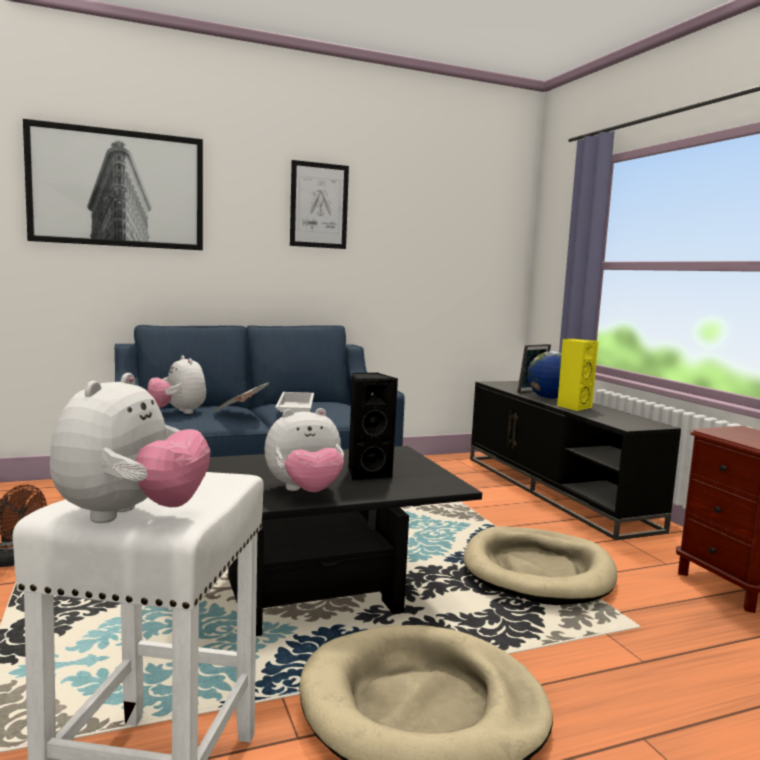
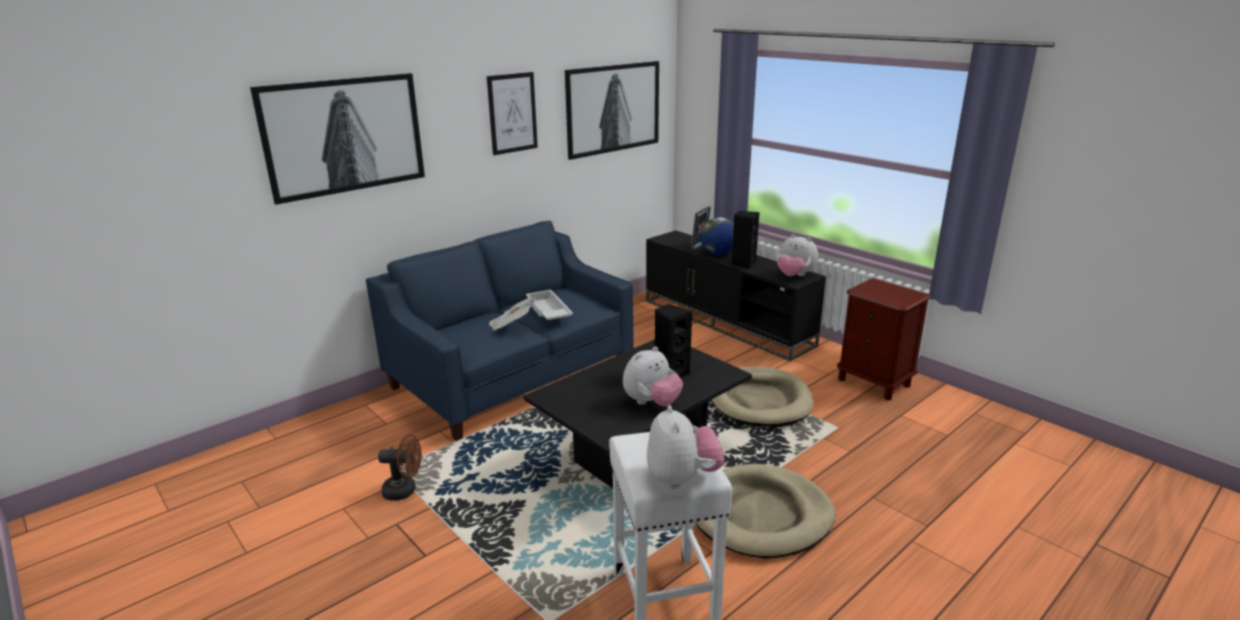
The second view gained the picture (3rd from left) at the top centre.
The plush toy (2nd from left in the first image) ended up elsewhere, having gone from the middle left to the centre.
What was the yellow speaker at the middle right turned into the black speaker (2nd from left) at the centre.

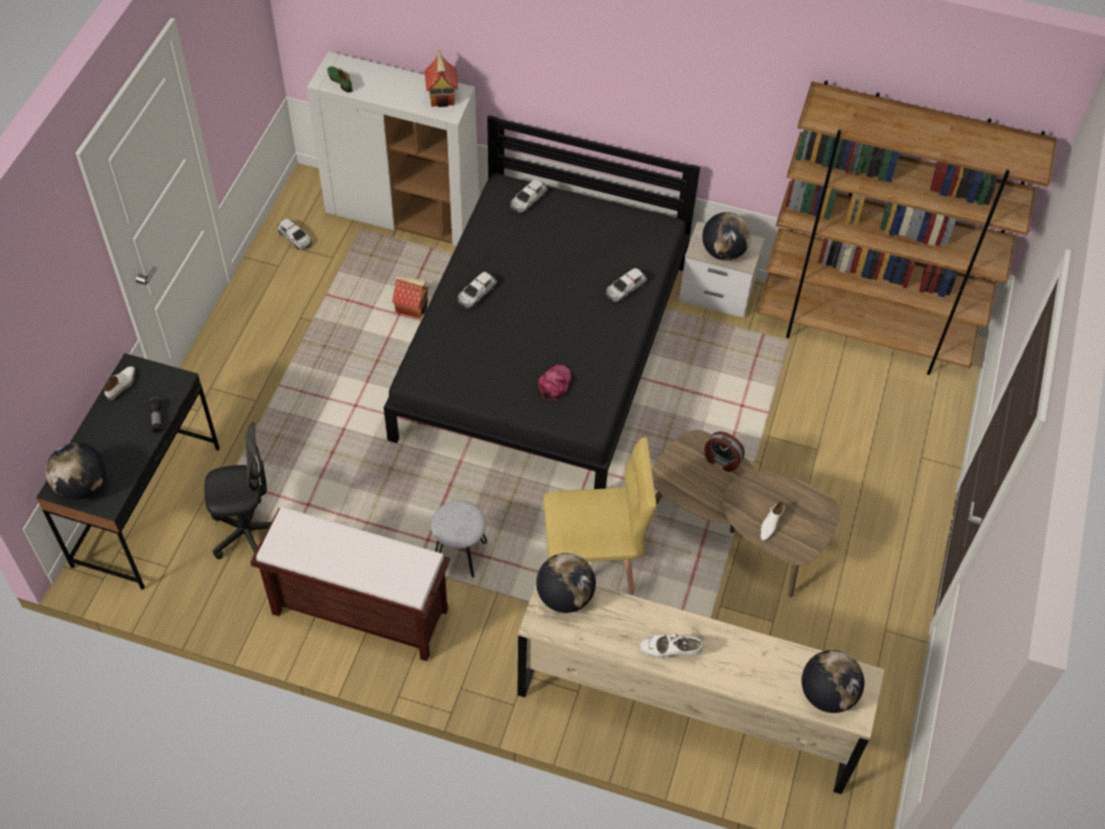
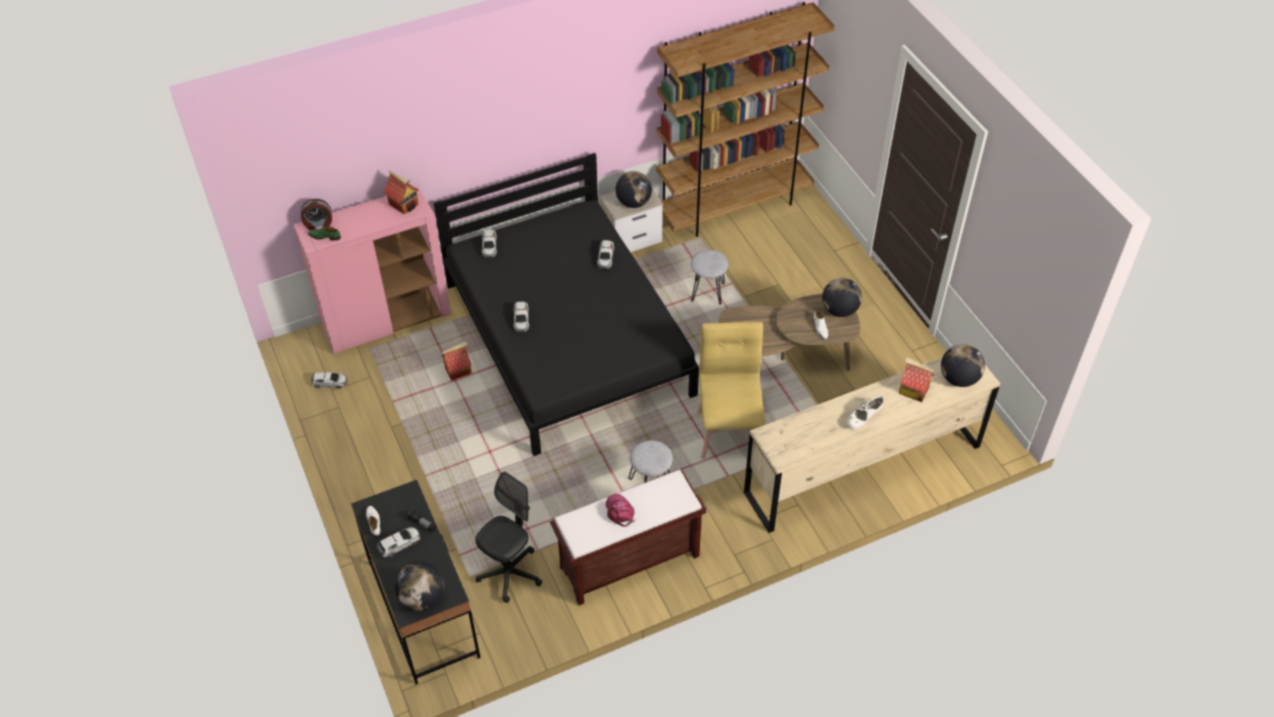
The second view gained the toy car (2nd from left) at the bottom left.
The second view gained the grey stool (2nd from left) at the centre.
The second view gained the toy house (3rd from left) at the middle right.
The globe (2nd from left in the first image) ended up elsewhere, having gone from the bottom centre to the centre.
The pink cap ended up elsewhere, having gone from the centre to the bottom centre.
The alarm clock ended up elsewhere, having gone from the centre to the top left.
What was the white cabinet at the top centre turned into the pink cabinet at the middle left.
The yellow chair at the centre ended up facing another way, 45 degrees counterclockwise from before.

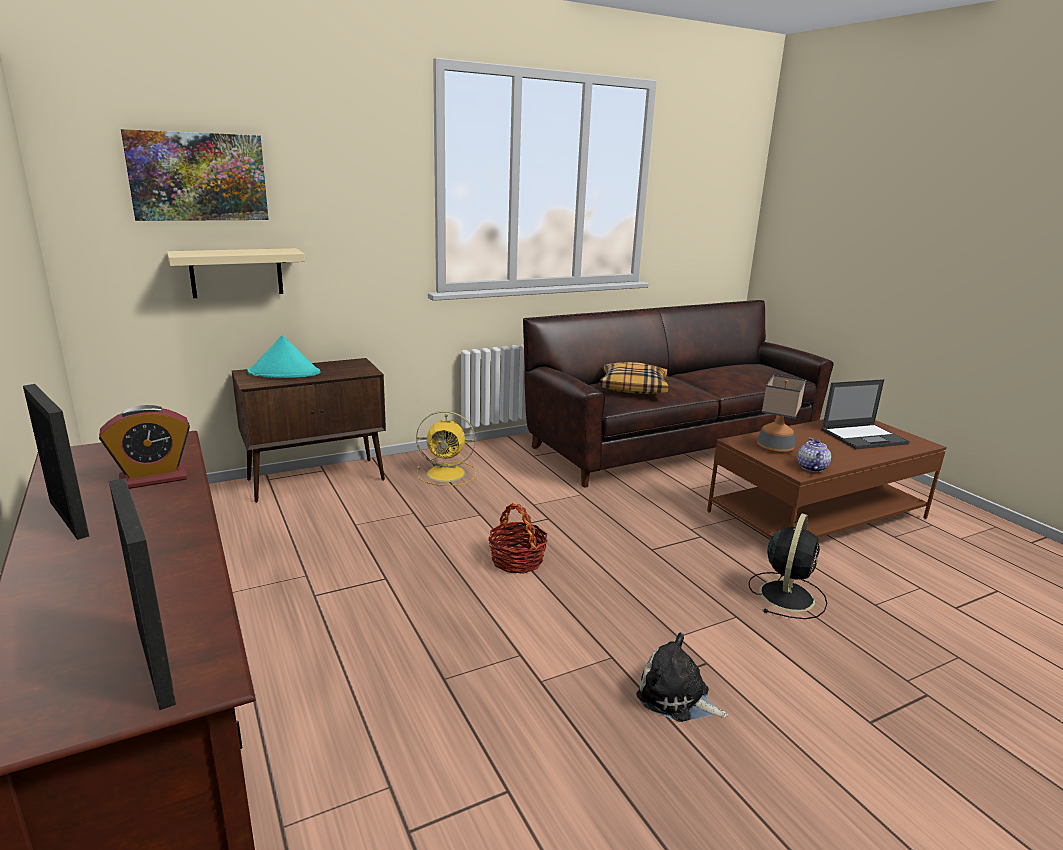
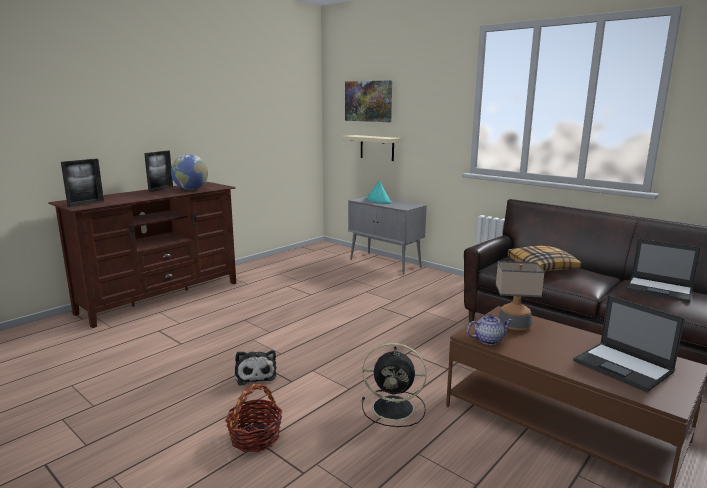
The second view lost the yellow fan at the centre.
The second view gained the laptop (2nd from left) at the middle right.
The basket ended up elsewhere, having gone from the centre to the bottom centre.
Where the alarm clock stood at the middle left, the globe came to stand at the middle left.
What was the brown cabinet at the middle left turned into the grey cabinet at the centre.
The plush toy at the bottom centre ended up facing another way, 150 degrees clockwise from before.

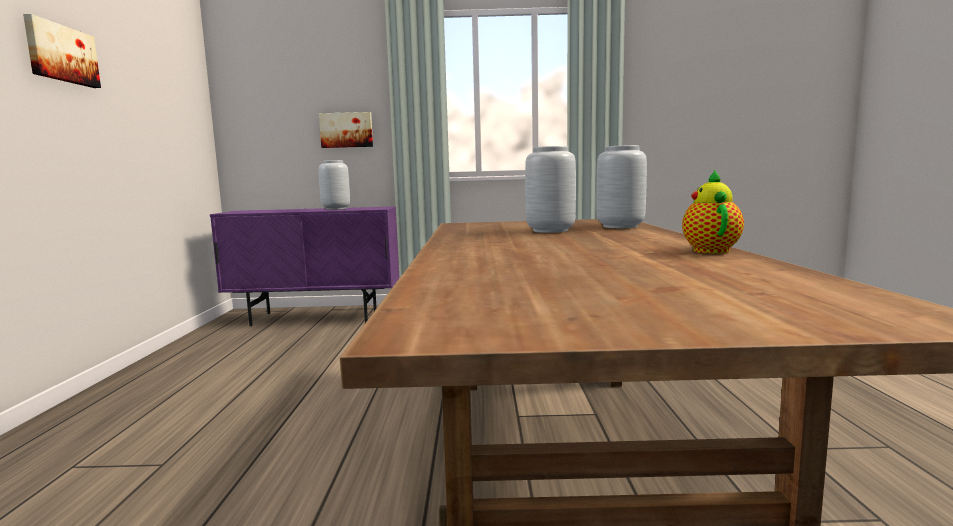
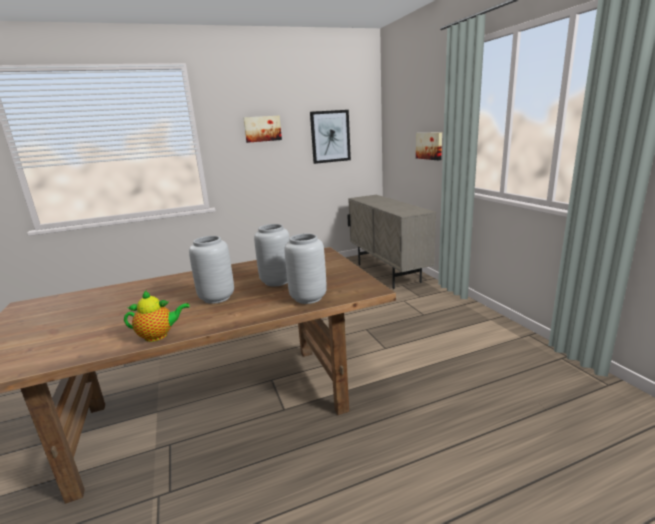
The second view gained the picture (2nd from left) at the top centre.
The grey vase (1st from left) ended up elsewhere, having gone from the centre to the middle left.
What was the purple cabinet at the middle left turned into the beige cabinet at the centre.

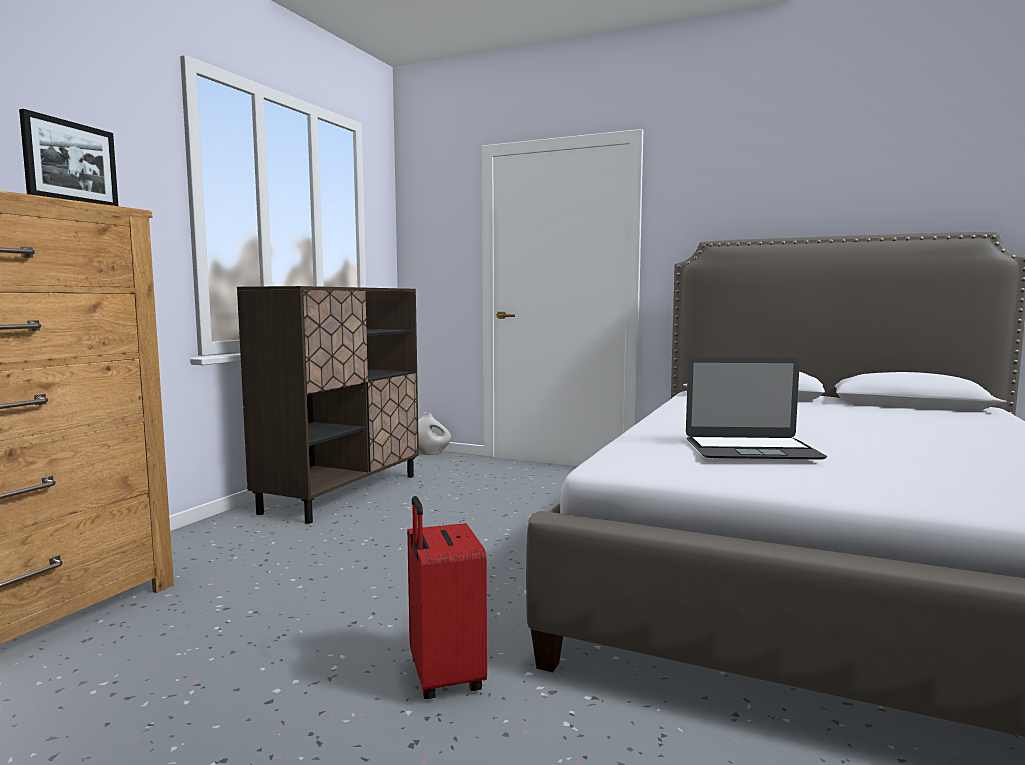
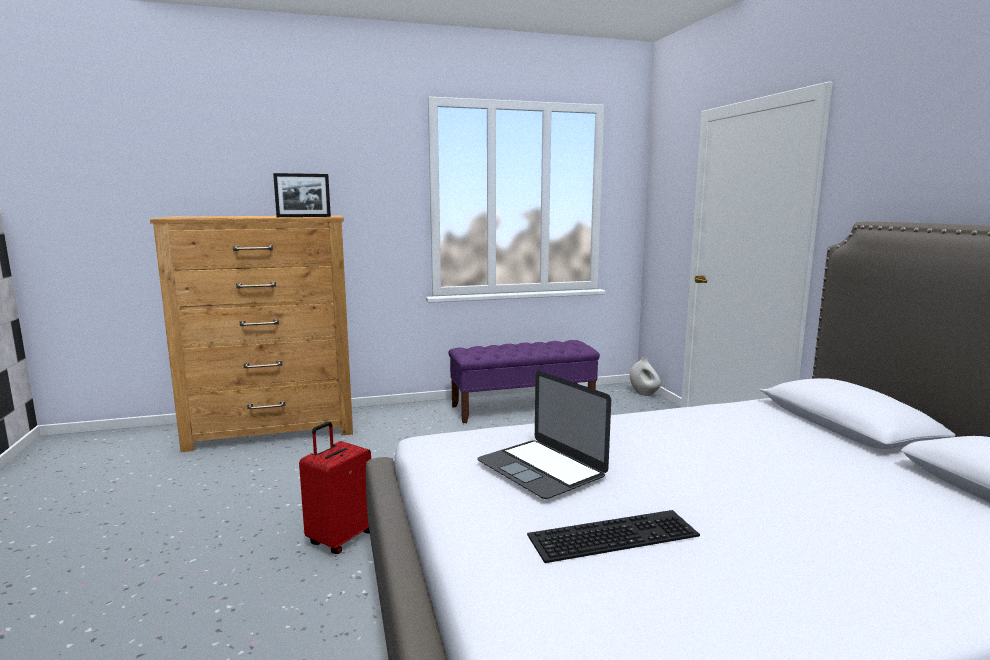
The second view gained the keyboard at the bottom centre.
Where the brown cabinet stood at the middle left, the purple bench came to stand at the centre.

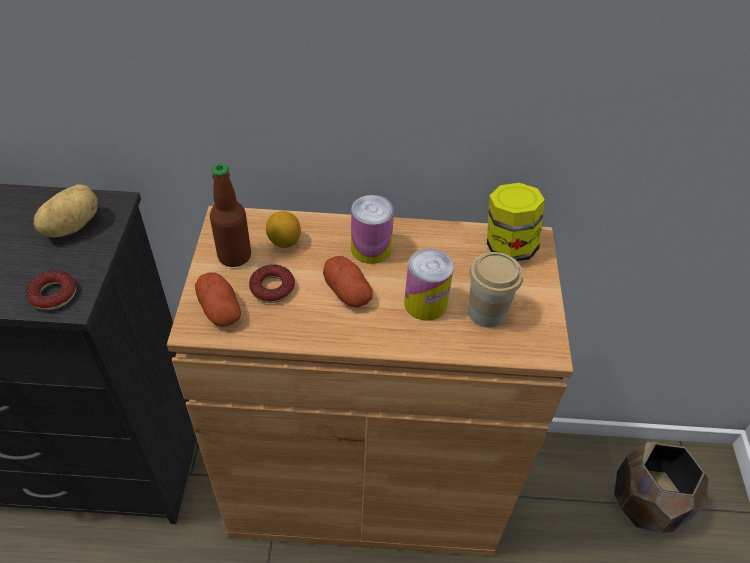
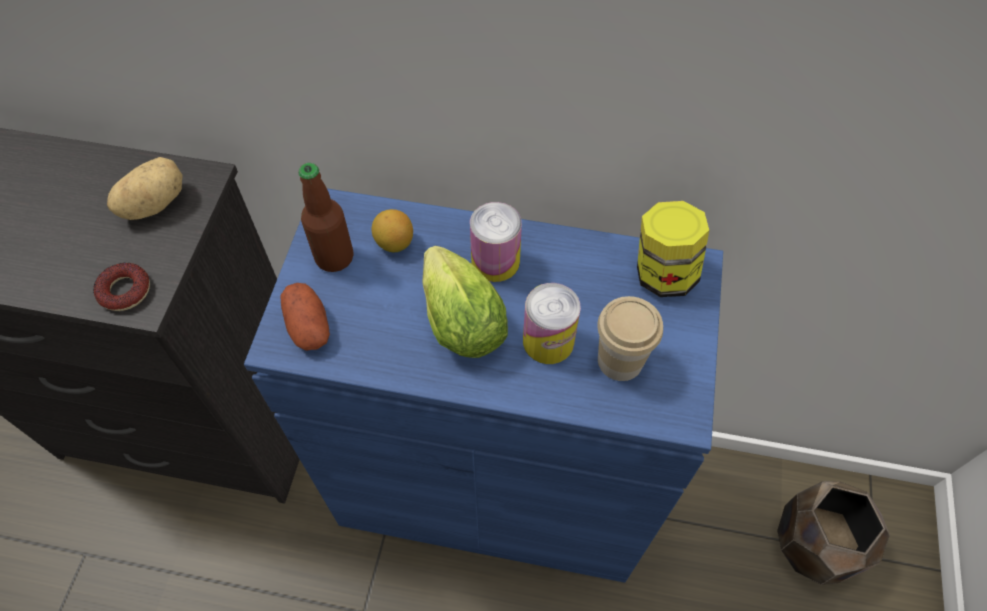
The second view lost the donut (2nd from left) at the centre.
Where the potato (3rd from left) stood at the centre, the lettuce came to stand at the centre.
What was the brown cabinet at the bottom centre turned into the blue cabinet at the centre.

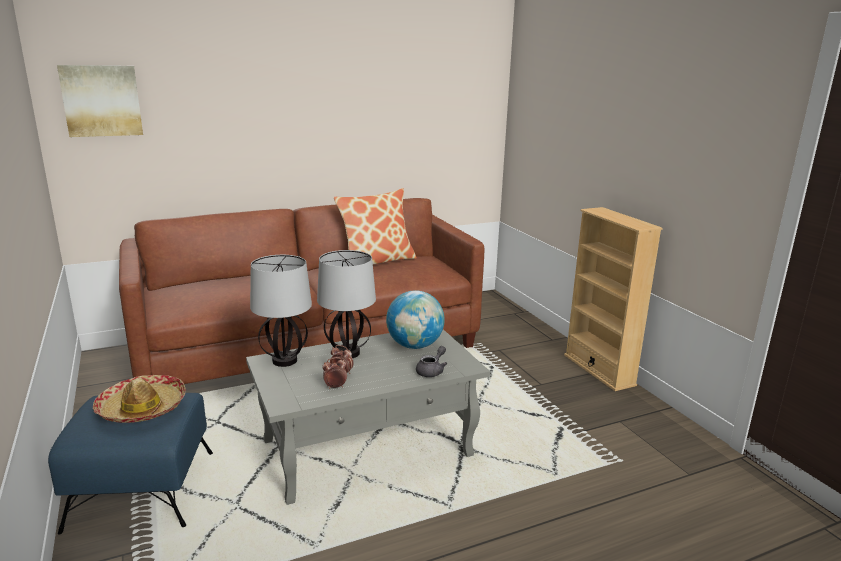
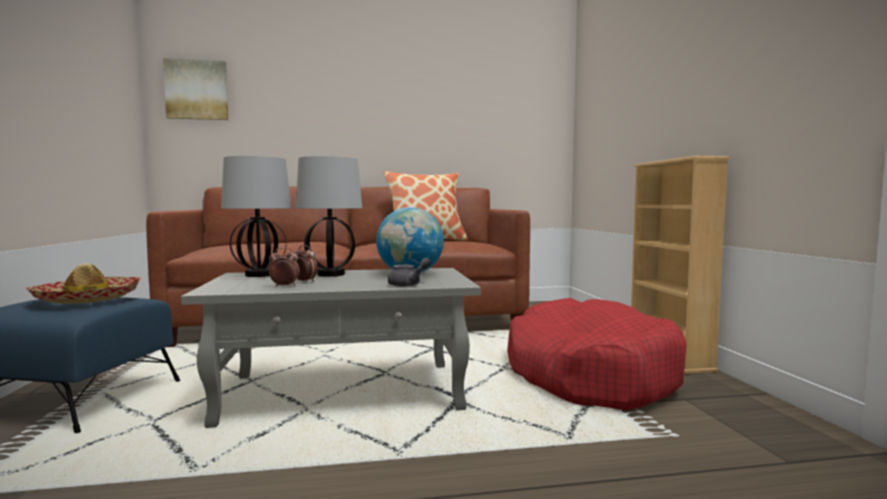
The second view gained the red dog bed at the bottom right.

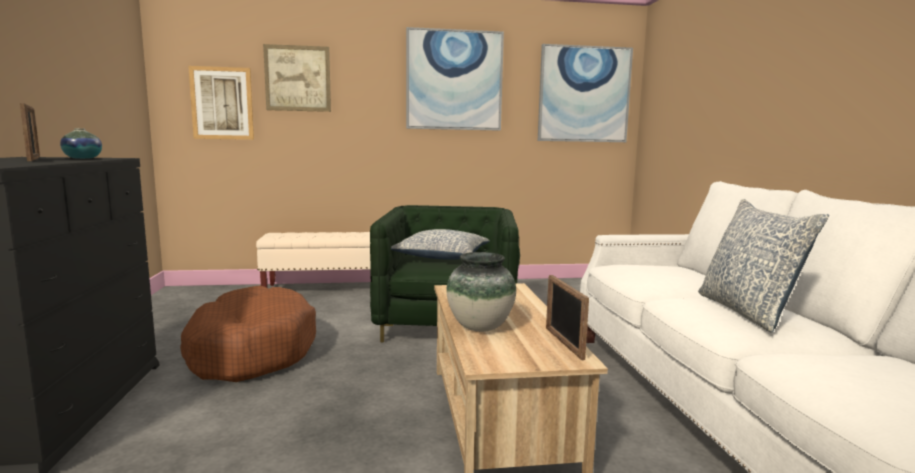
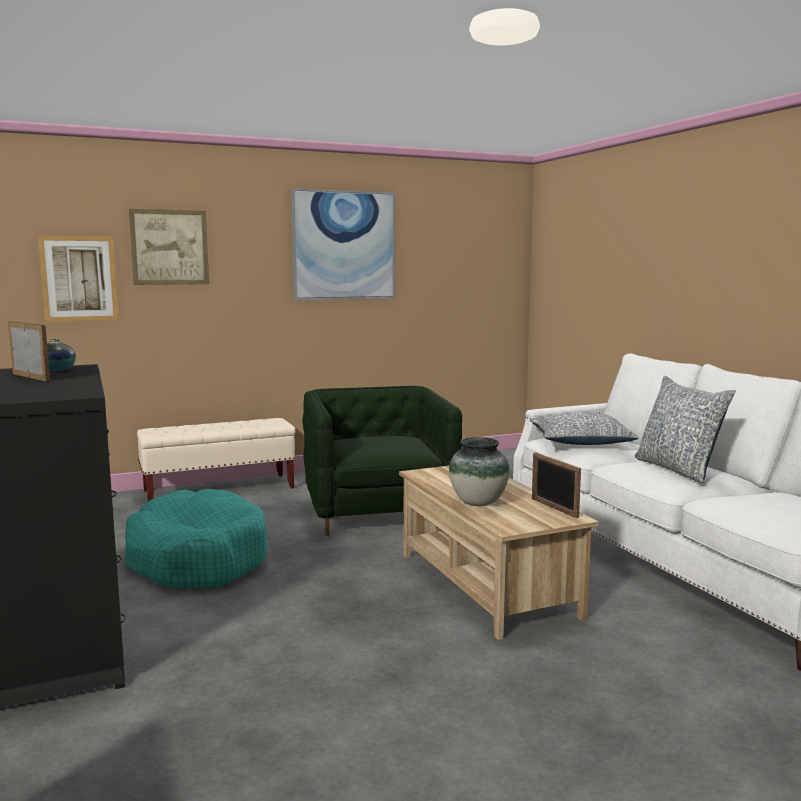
The second view lost the picture (4th from left) at the top centre.
The pillow (1st from left) ended up elsewhere, having gone from the centre to the middle right.
What was the brown dog bed at the bottom left turned into the turquoise dog bed at the bottom left.

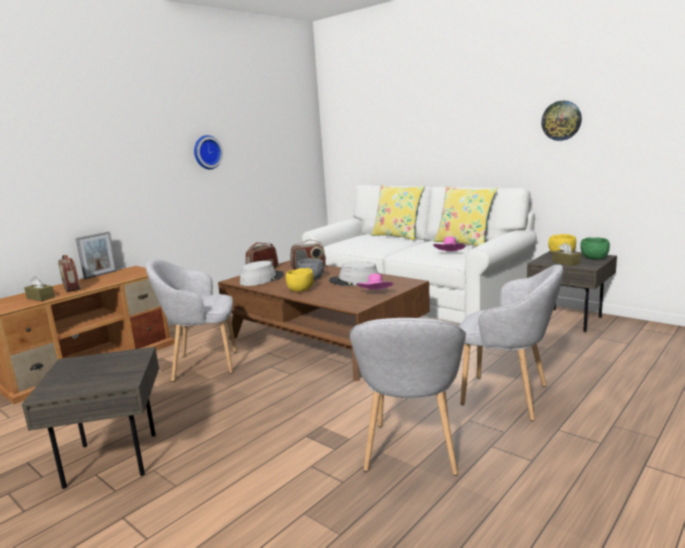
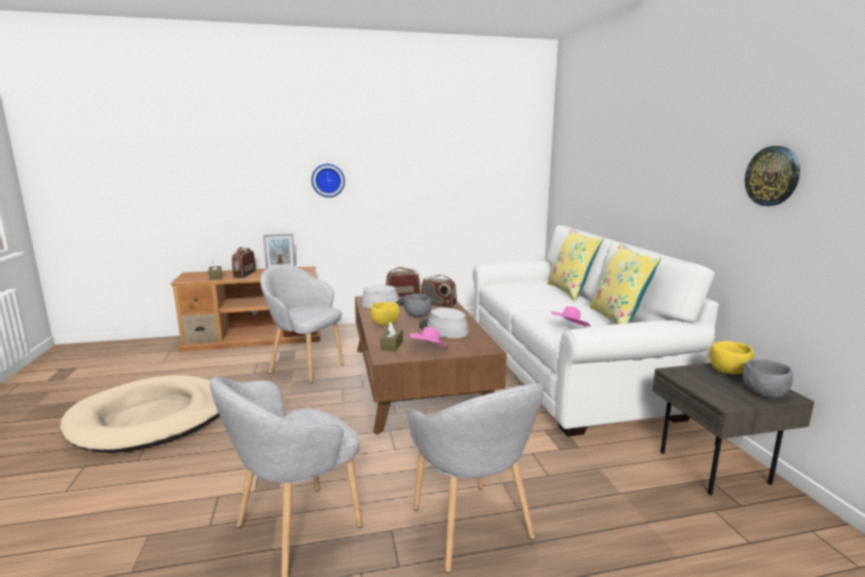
The wall clock (1st from left) ended up elsewhere, having gone from the top left to the top centre.
The brown tissue box (2nd from left) ended up elsewhere, having gone from the middle right to the centre.
Where the grey side table (1st from left) stood at the bottom left, the beige dog bed came to stand at the bottom left.
What was the green bowl at the middle right turned into the grey bowl (2nd from left) at the middle right.

